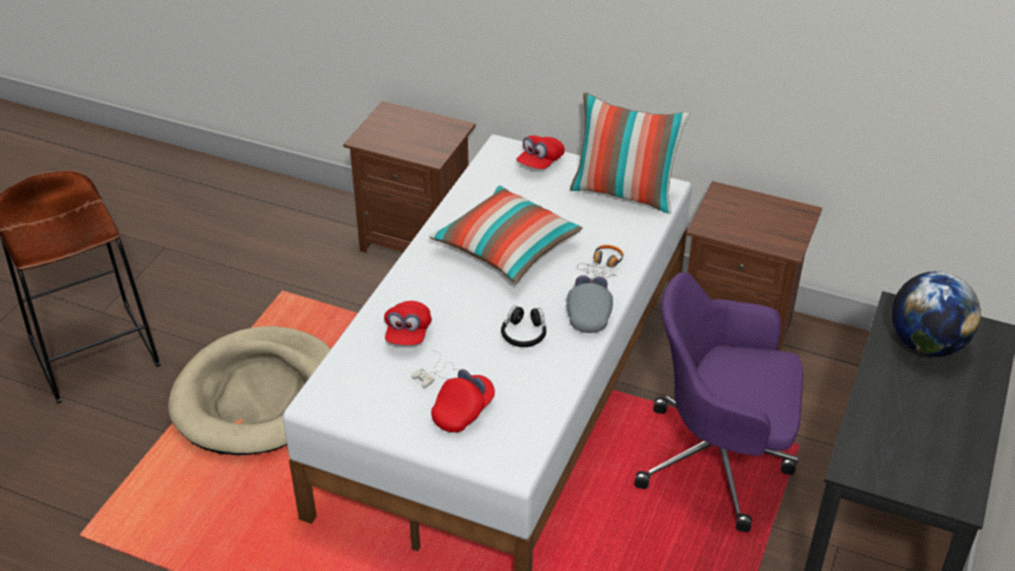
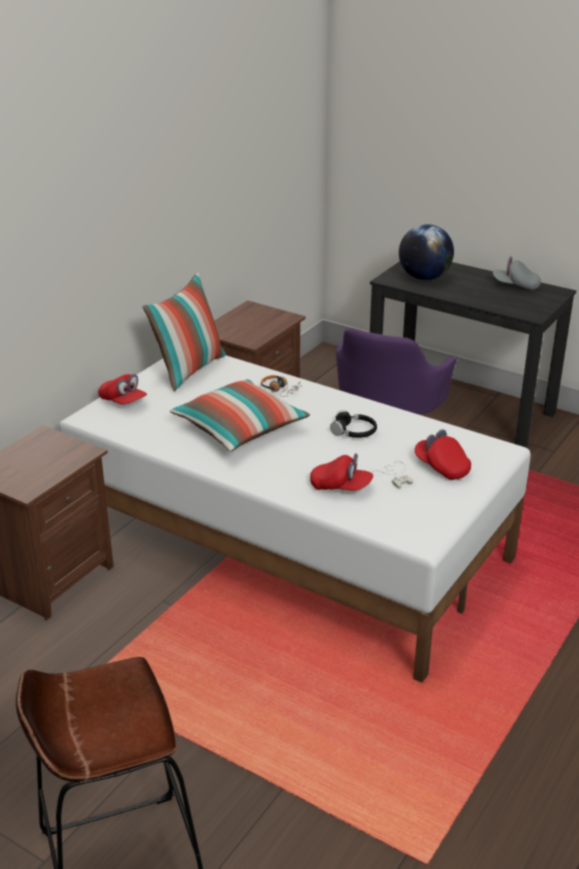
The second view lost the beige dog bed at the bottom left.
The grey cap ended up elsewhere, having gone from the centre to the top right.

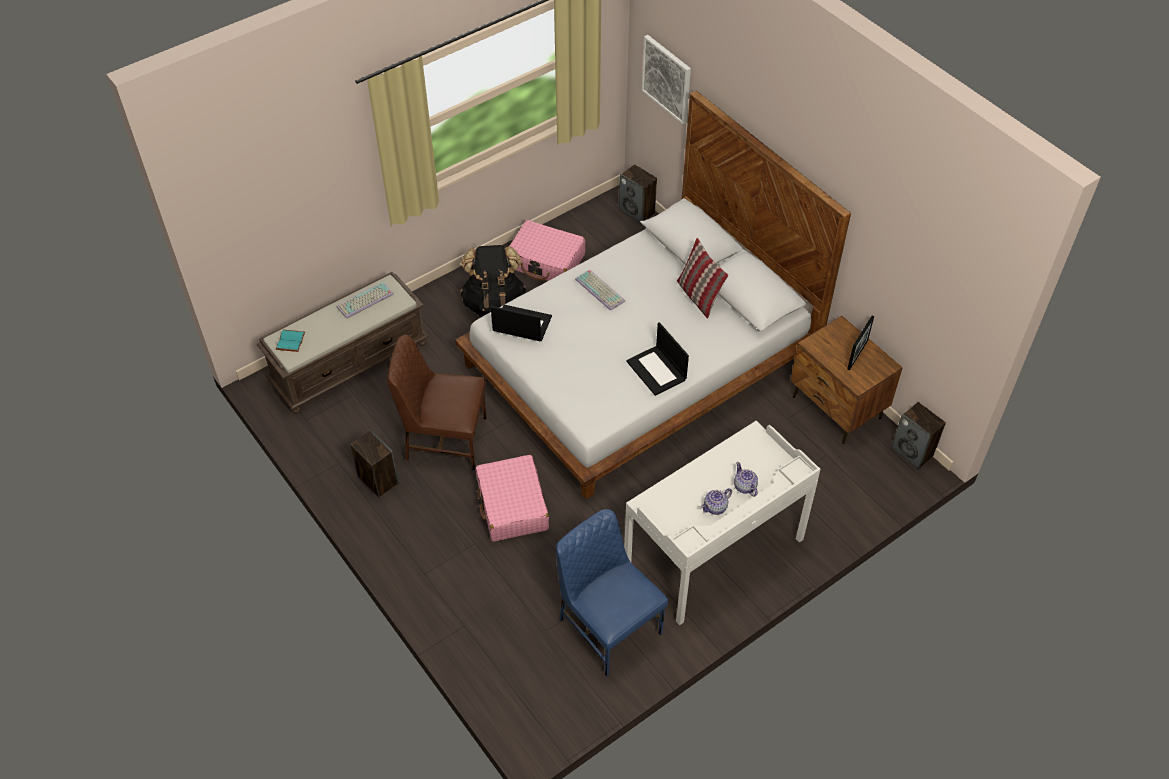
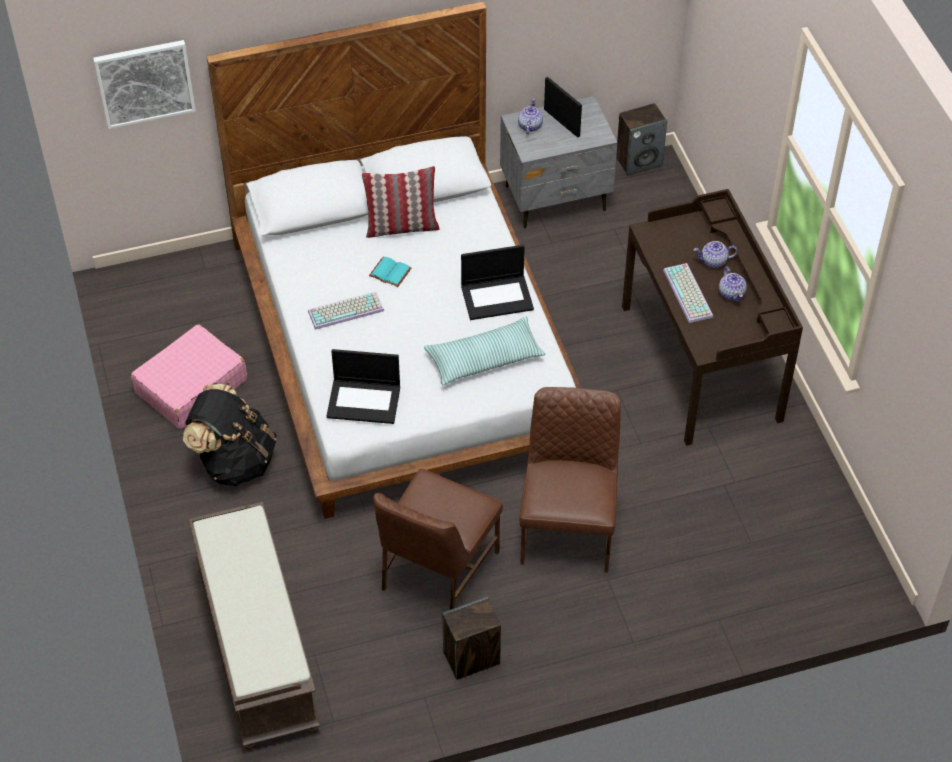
The second view lost the blue chair at the bottom centre.
The second view lost the speaker (2nd from left) at the top centre.
The second view gained the pillow (2nd from left) at the centre.
The second view gained the teapot (1st from left) at the top centre.
The turquoise book ended up elsewhere, having gone from the middle left to the centre.
The keyboard (1st from left in the first image) ended up elsewhere, having gone from the middle left to the middle right.
Where the pink suitcase (1st from left) stood at the centre, the brown chair (2nd from left) came to stand at the centre.
What was the white desk at the bottom centre turned into the brown desk at the middle right.
What was the brown nightstand at the middle right turned into the grey nightstand at the top centre.
The laptop (1st from left) at the centre ended up facing another way, 120 degrees counterclockwise from before.

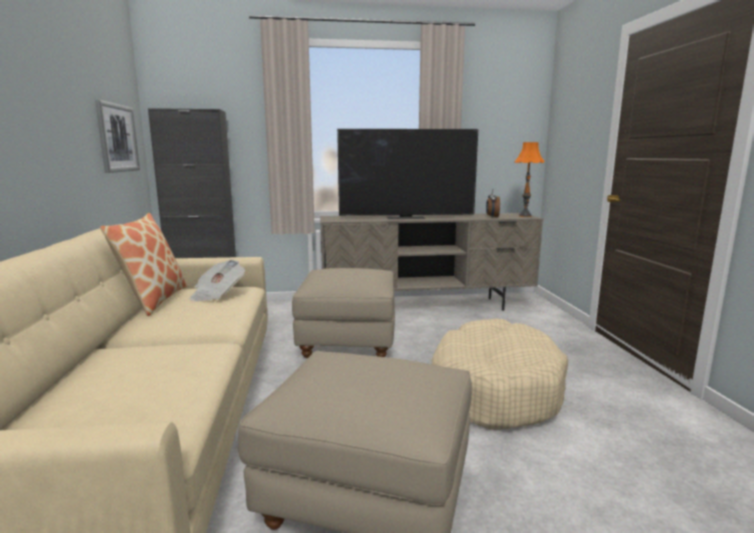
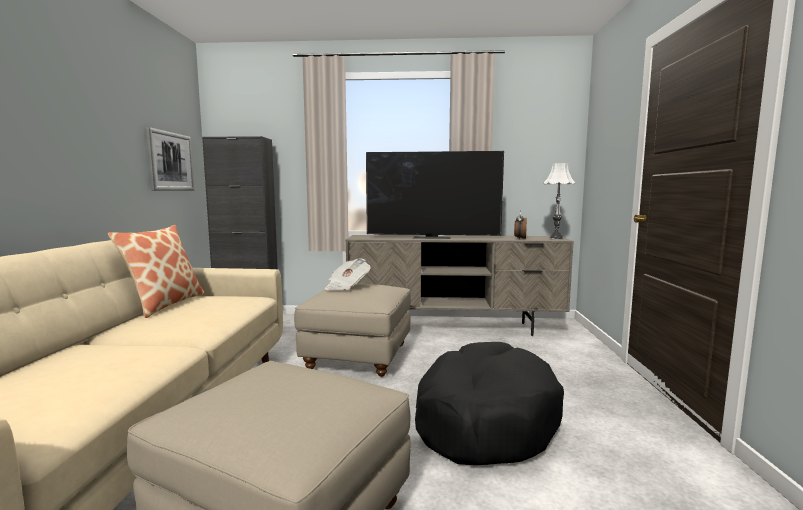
The newspaper ended up elsewhere, having gone from the middle left to the centre.
What was the beige dog bed at the bottom centre turned into the black dog bed at the bottom centre.
What was the orange table lamp at the middle right turned into the white table lamp at the middle right.

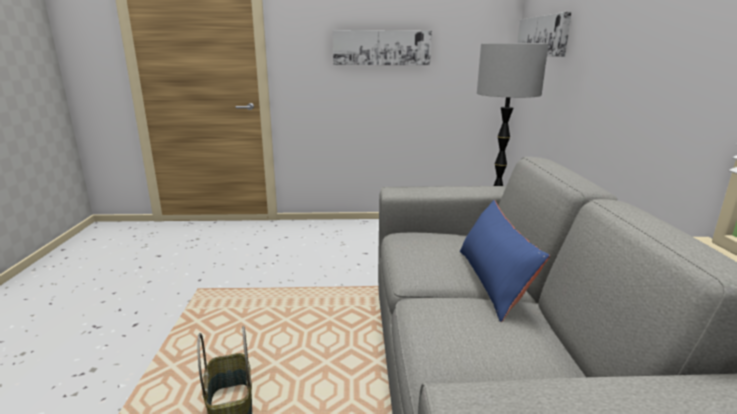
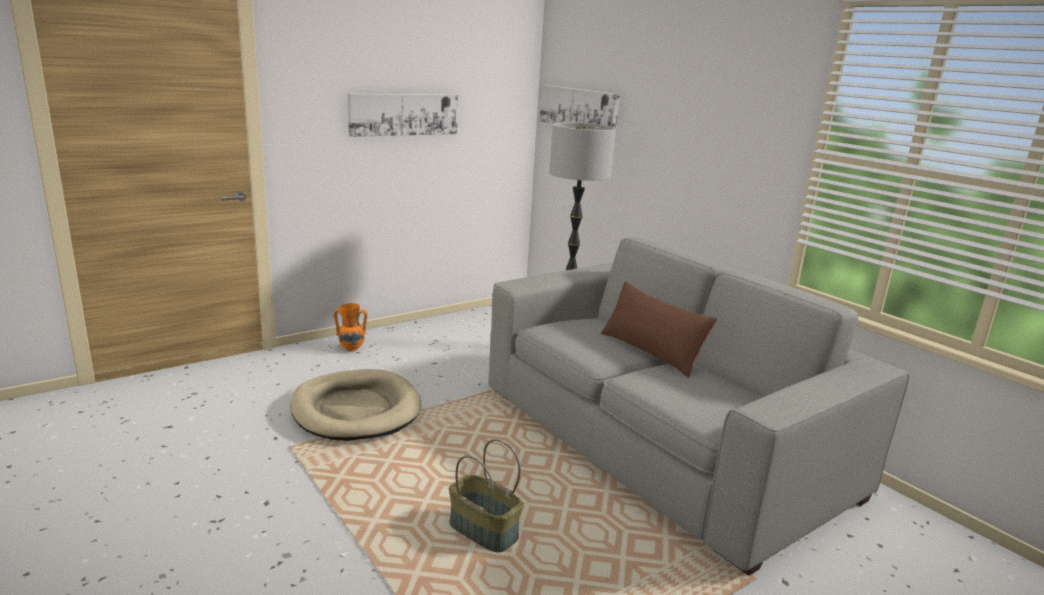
The second view gained the beige dog bed at the bottom centre.
The second view gained the orange vase at the centre.
What was the blue pillow at the middle right turned into the brown pillow at the centre.

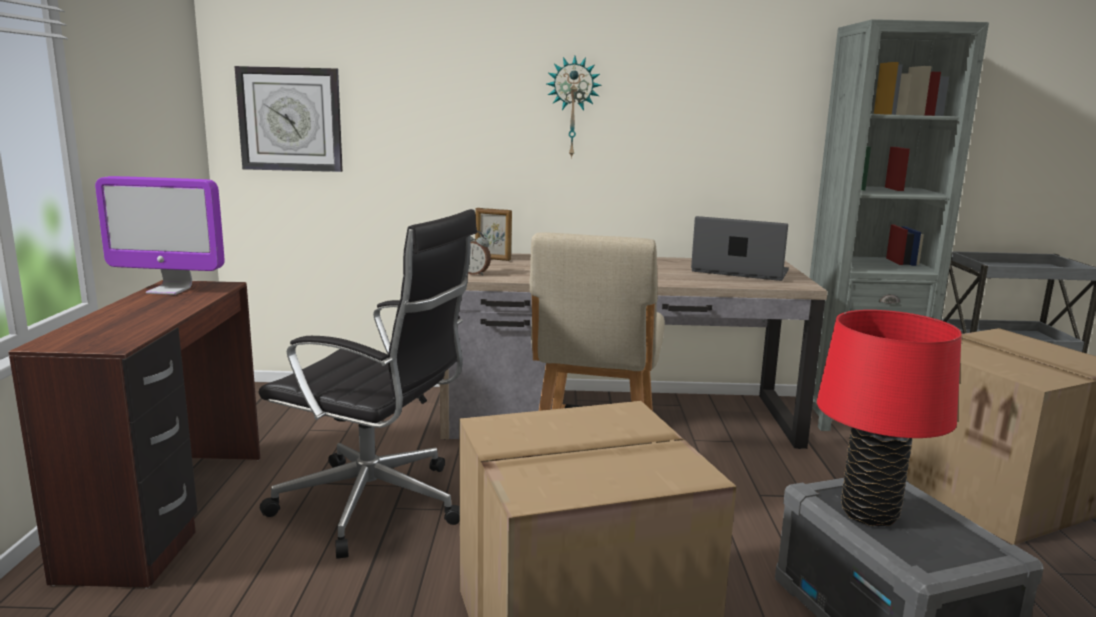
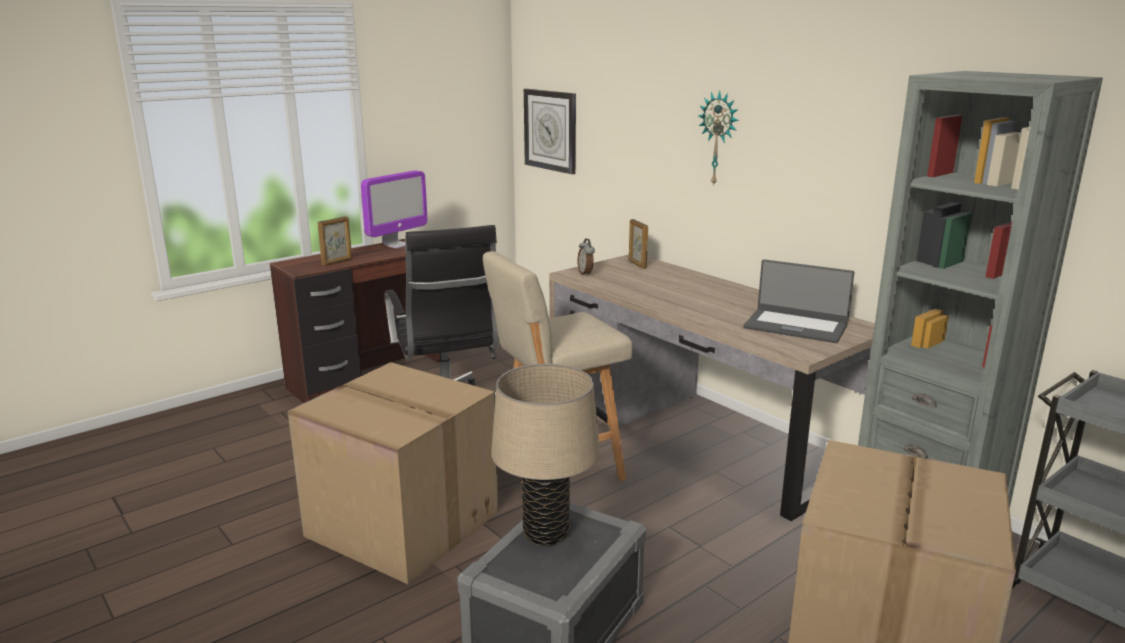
The second view gained the picture frame (1st from left) at the middle left.
What was the red table lamp at the bottom right turned into the beige table lamp at the bottom centre.
The monitor at the middle left ended up facing another way, 105 degrees counterclockwise from before.
The laptop at the middle right ended up facing another way, 135 degrees clockwise from before.

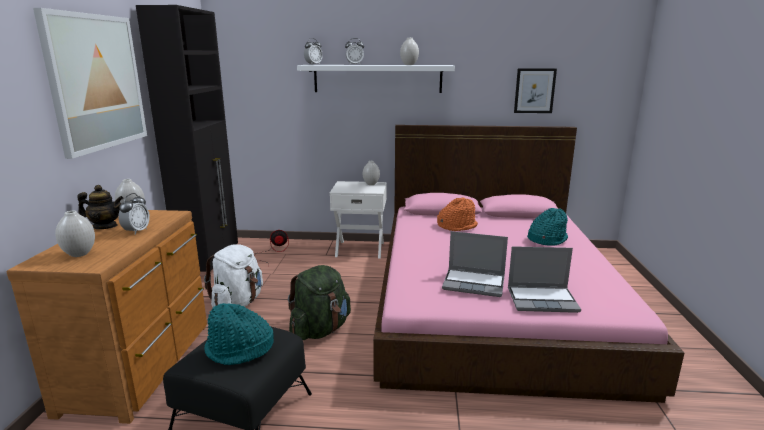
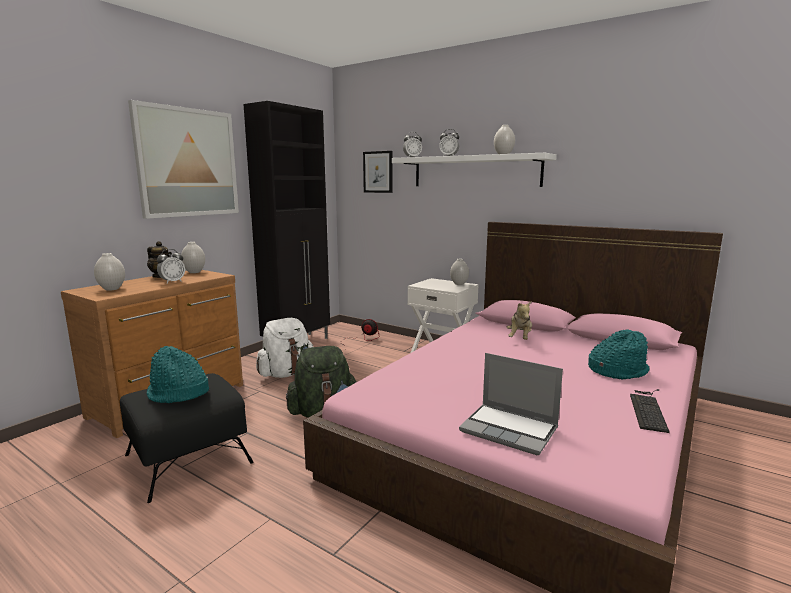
The second view lost the laptop (1st from left) at the centre.
The second view gained the keyboard at the bottom right.
The picture (2nd from left) ended up elsewhere, having gone from the top right to the top centre.
Where the orange hat stood at the centre, the plush toy came to stand at the centre.

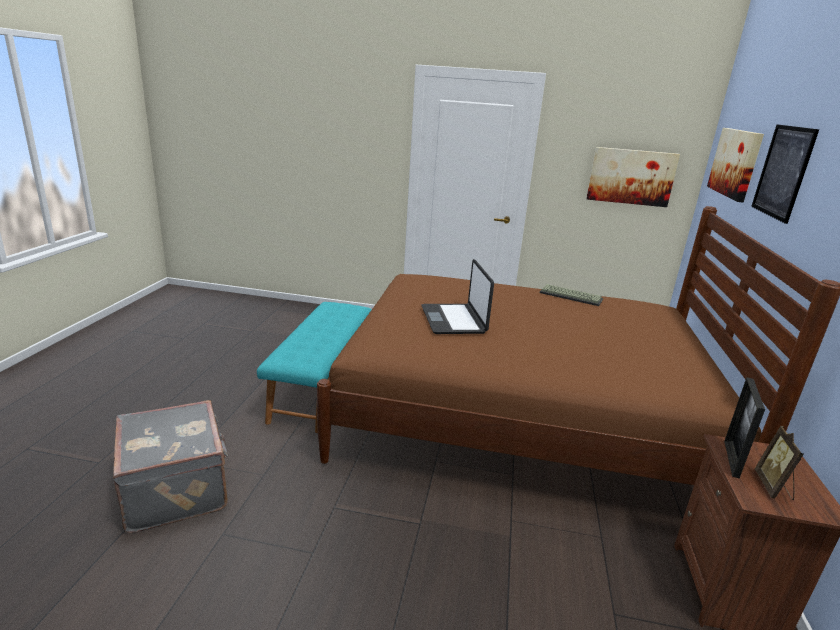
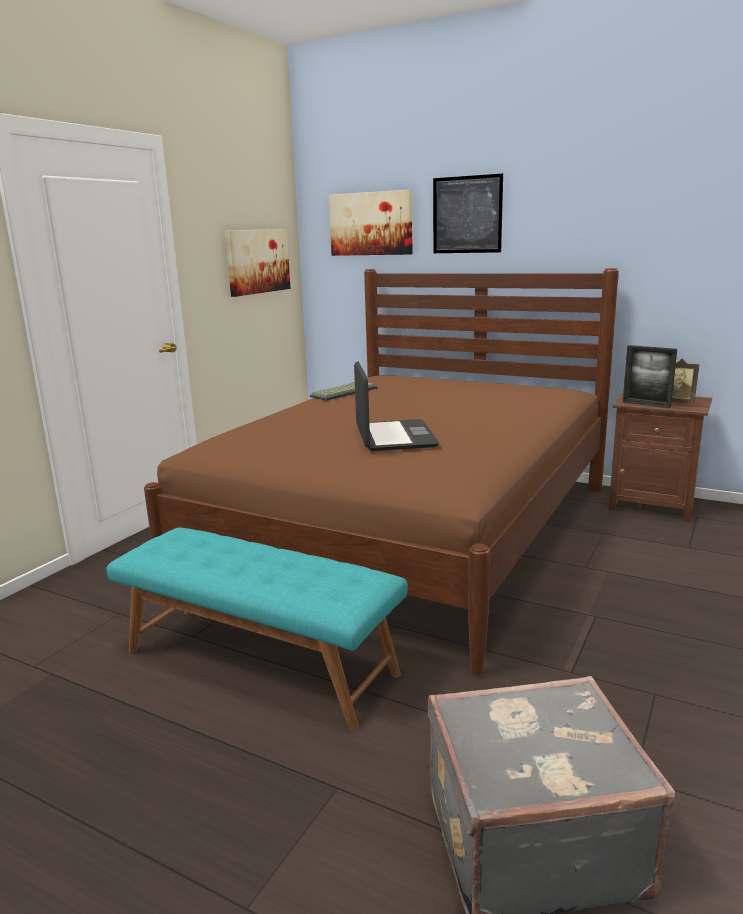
The laptop at the centre ended up facing another way, 105 degrees counterclockwise from before.

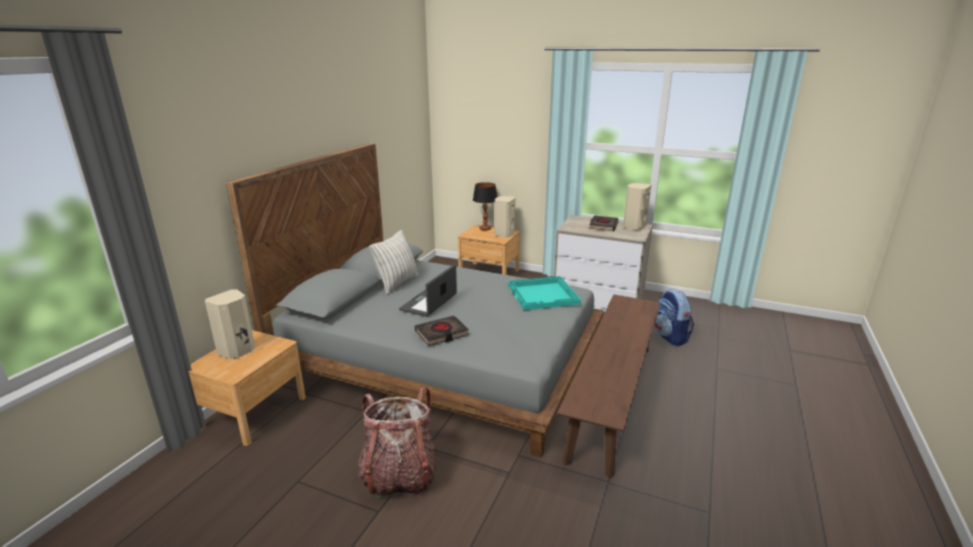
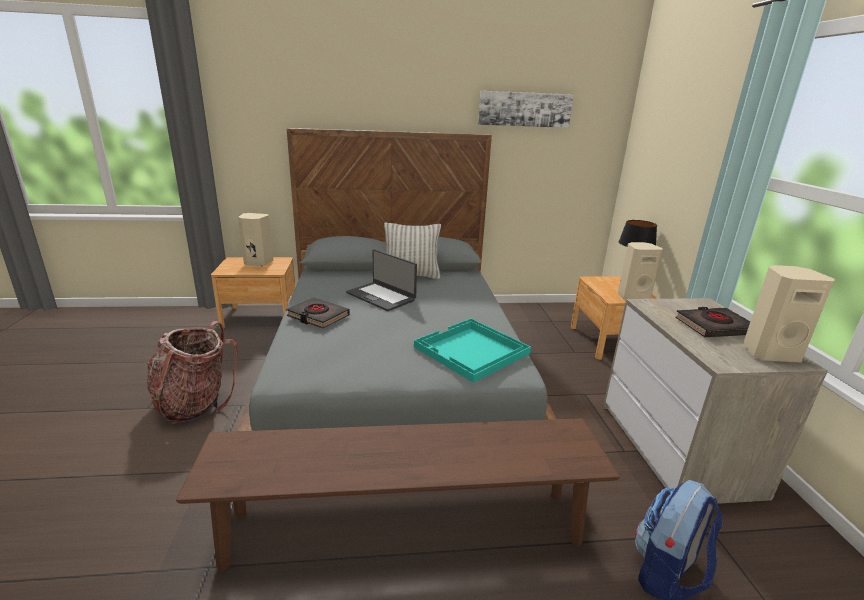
The second view gained the picture at the top centre.
The laptop at the centre ended up facing another way, 135 degrees counterclockwise from before.

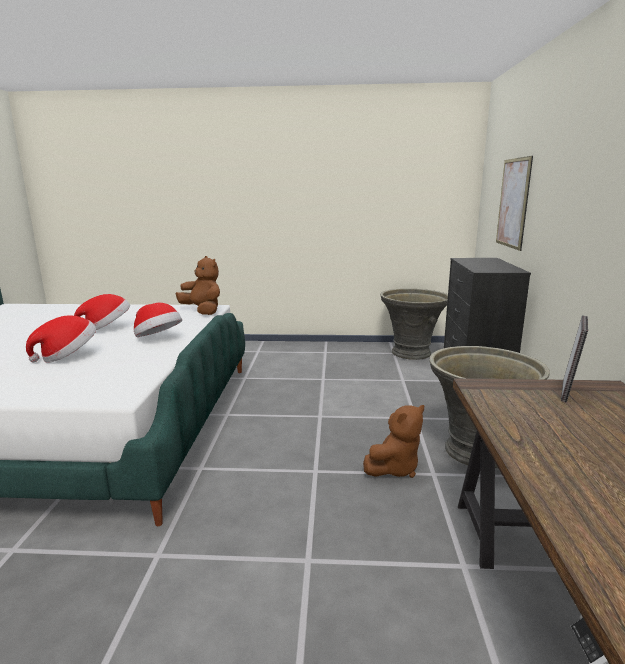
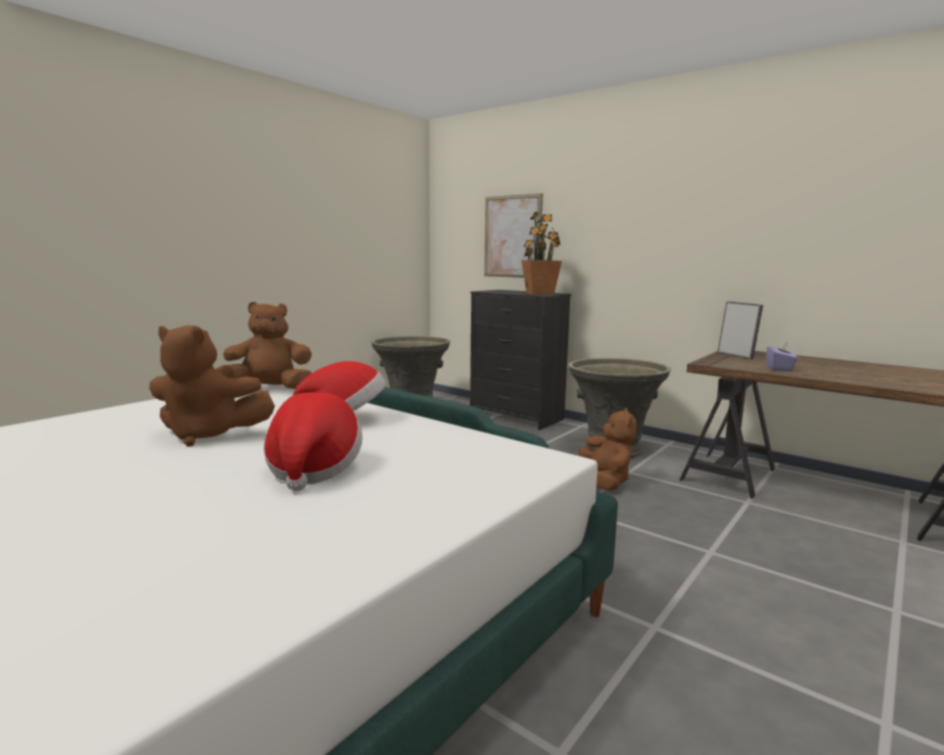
The second view gained the potted plant at the centre.
The second view gained the purple tissue box at the middle right.
Where the hat (2nd from left) stood at the middle left, the brown plush toy (1st from left) came to stand at the middle left.

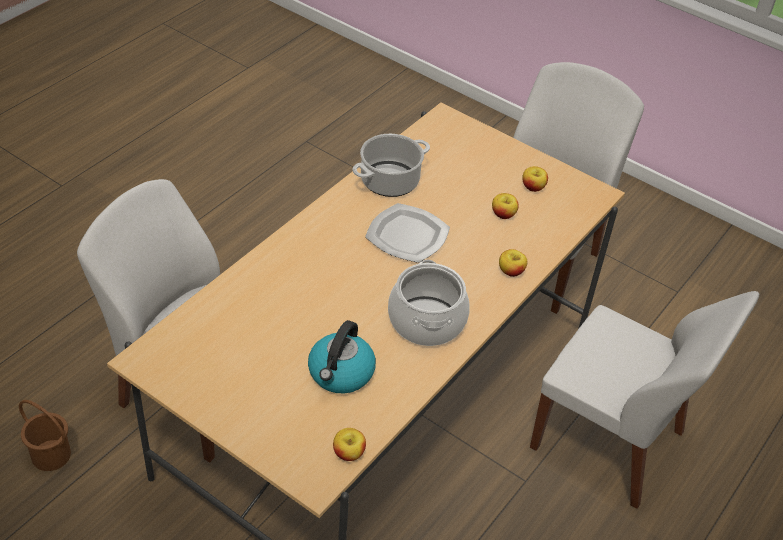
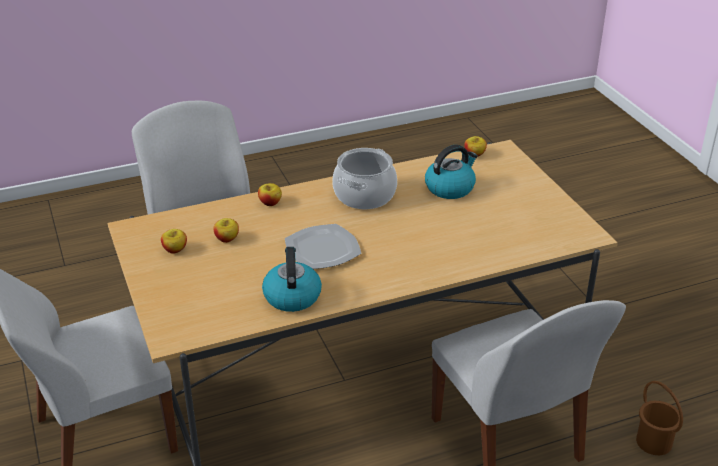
Where the cooking pot (1st from left) stood at the top centre, the kettle (1st from left) came to stand at the centre.

